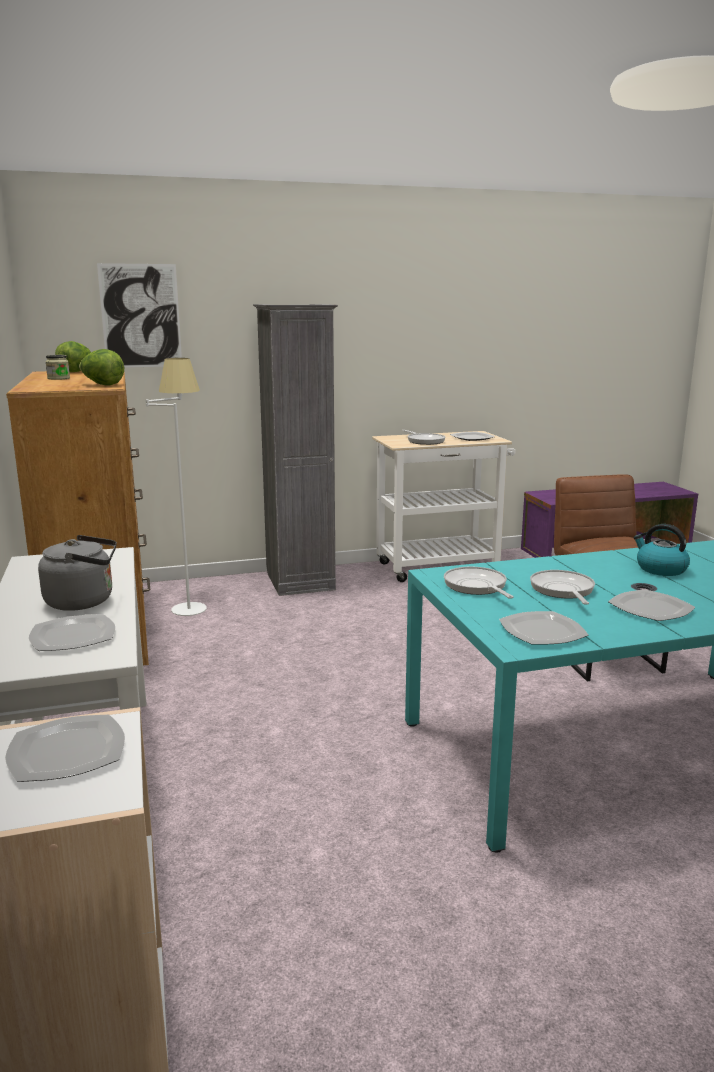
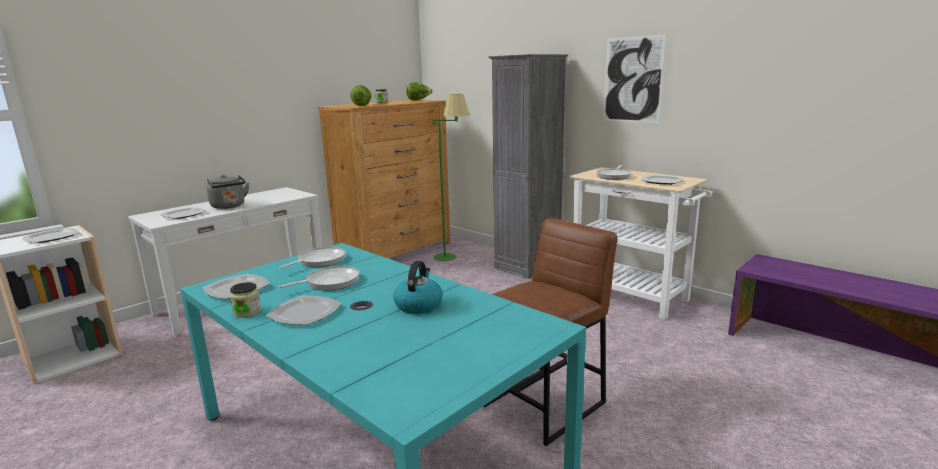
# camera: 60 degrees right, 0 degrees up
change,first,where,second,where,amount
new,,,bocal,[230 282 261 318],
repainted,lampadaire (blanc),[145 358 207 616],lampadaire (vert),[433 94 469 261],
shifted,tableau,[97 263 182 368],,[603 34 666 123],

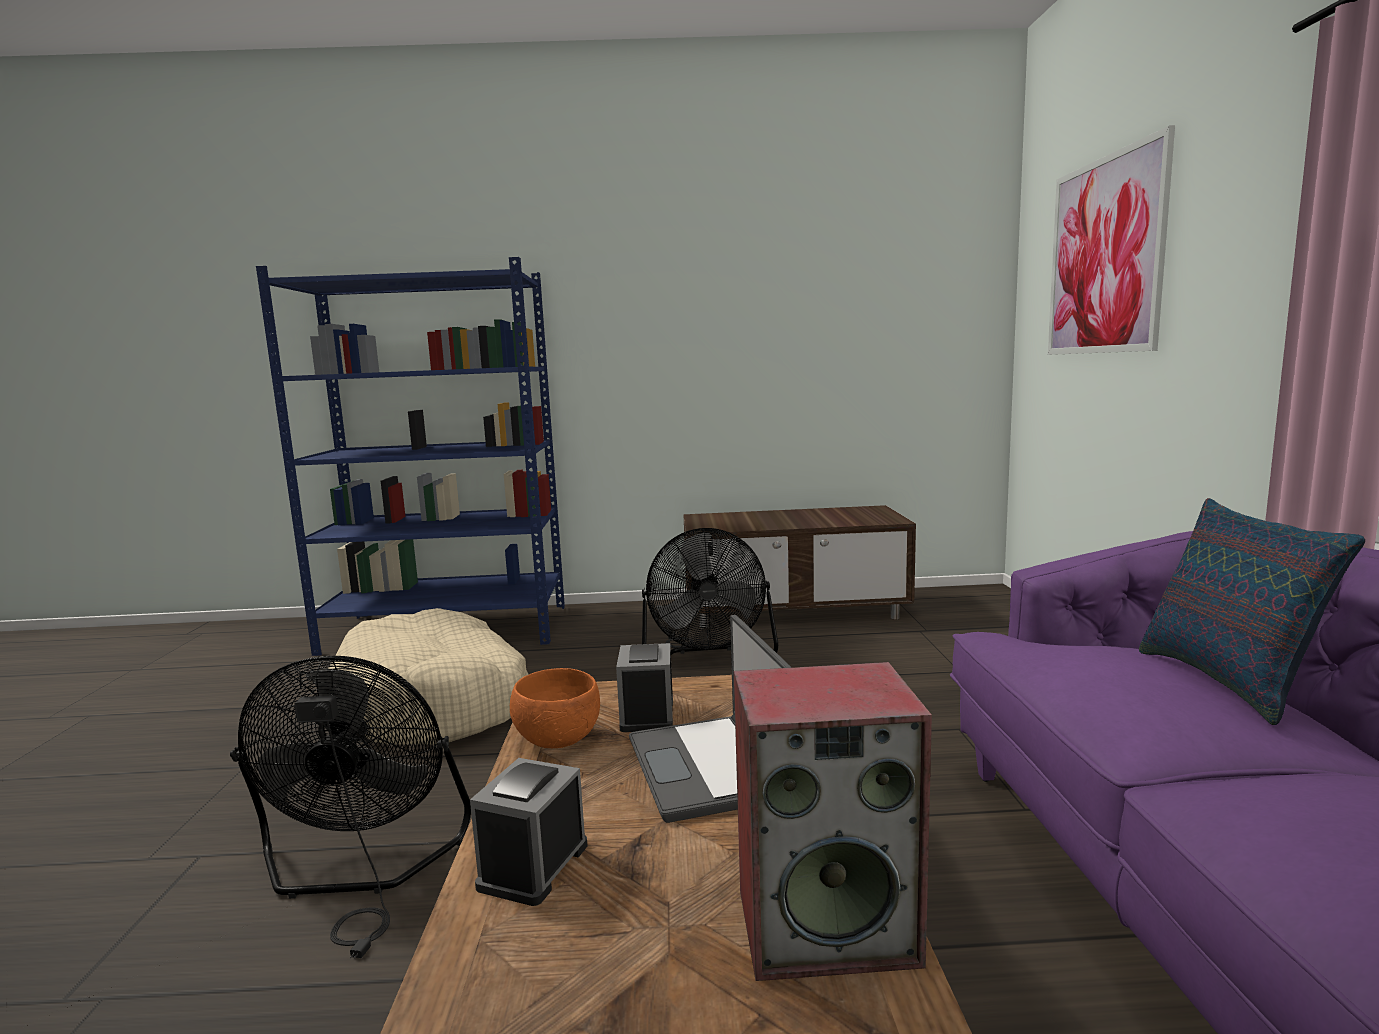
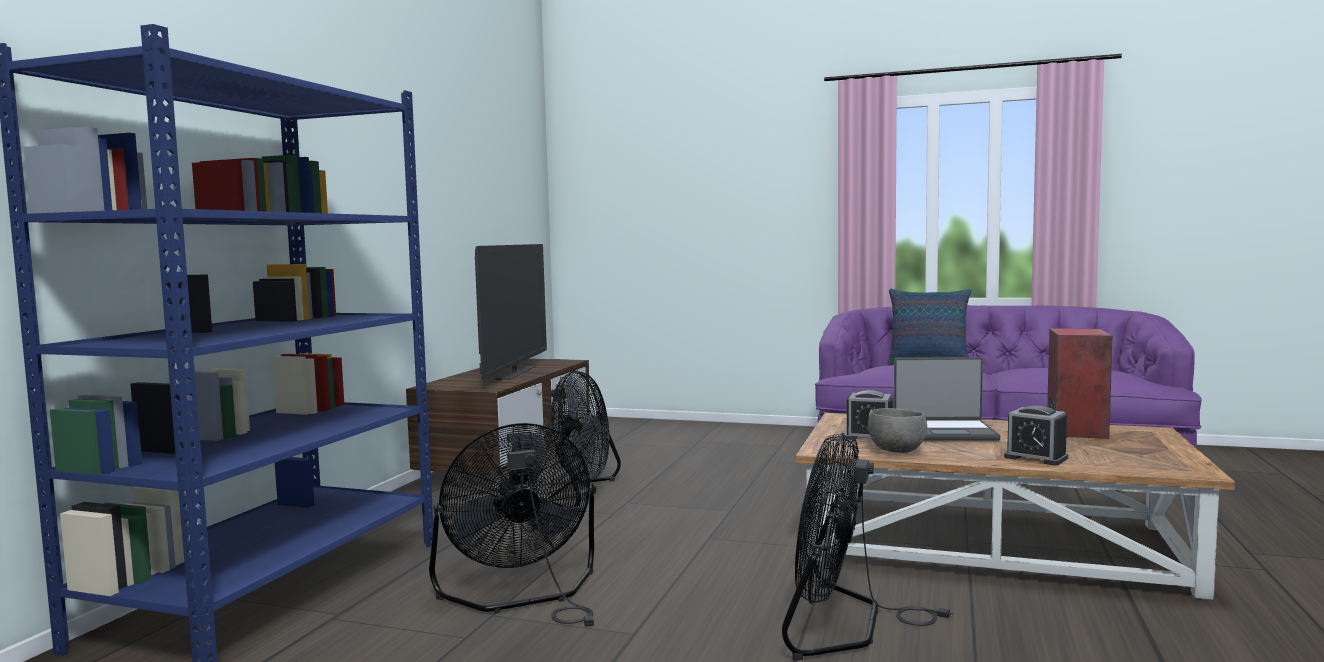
# camera: 70 degrees left, 5 degrees down
change,first,where,second,where,amount
swapped,panier pour chien (beige),[328 608 529 745],ventilateur (noir),[429 423 596 626],
new,,,téléviseur,[475 244 547 380],
repainted,bol (orange),[510 668 600 748],bol (gris),[868 408 927 453],
gone,tableau,[1048 125 1175 355],,,

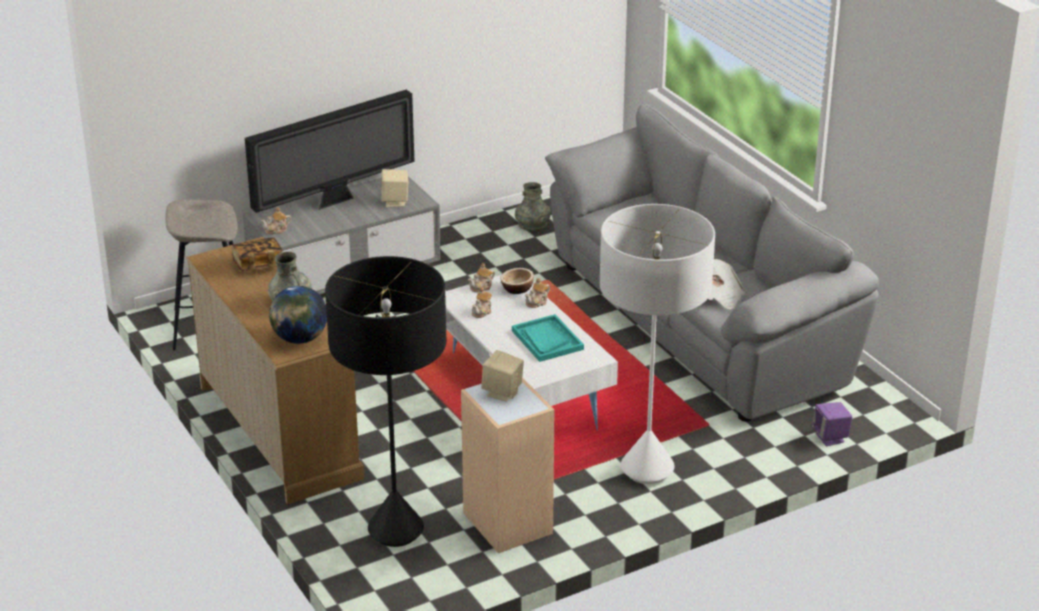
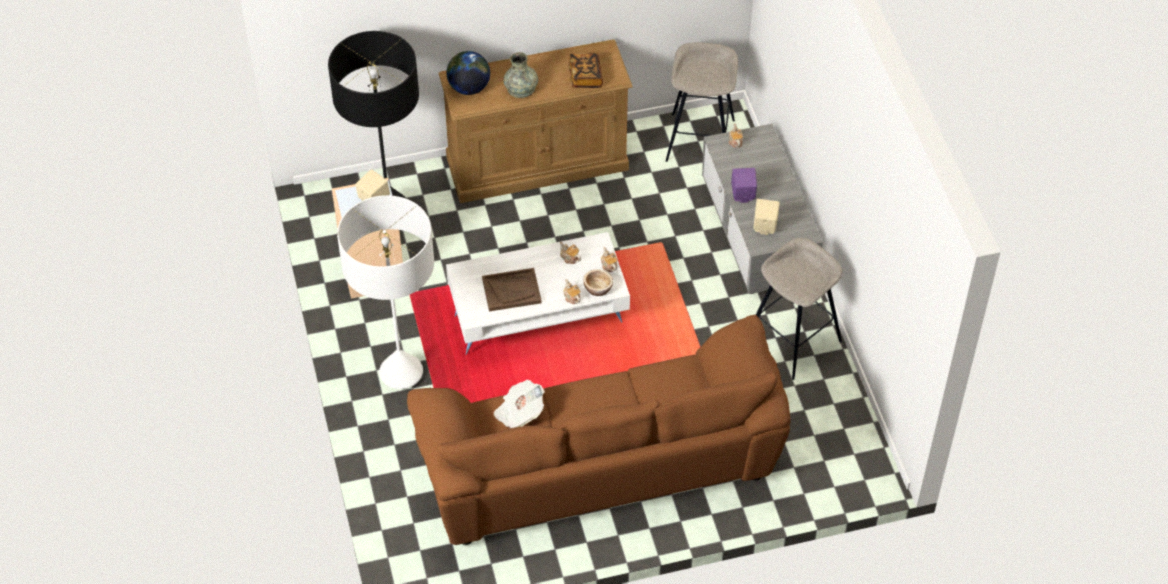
# camera: 105 degrees right, 20 degrees up
change,first,where,second,where,amount
repainted,canapé (gris),[545 104 879 422],canapé (marron),[407 315 791 545],
repainted,plateau (turquoise),[512 314 584 362],plateau (marron),[482 268 542 311],
shifted,enceinte (violet),[812 402 852 446],,[731 168 757 203],
new,,,tabouret (gris),[756 238 842 380],
gone,téléviseur,[245 90 415 213],,,
gone,vase (gris),[515 182 551 231],,,

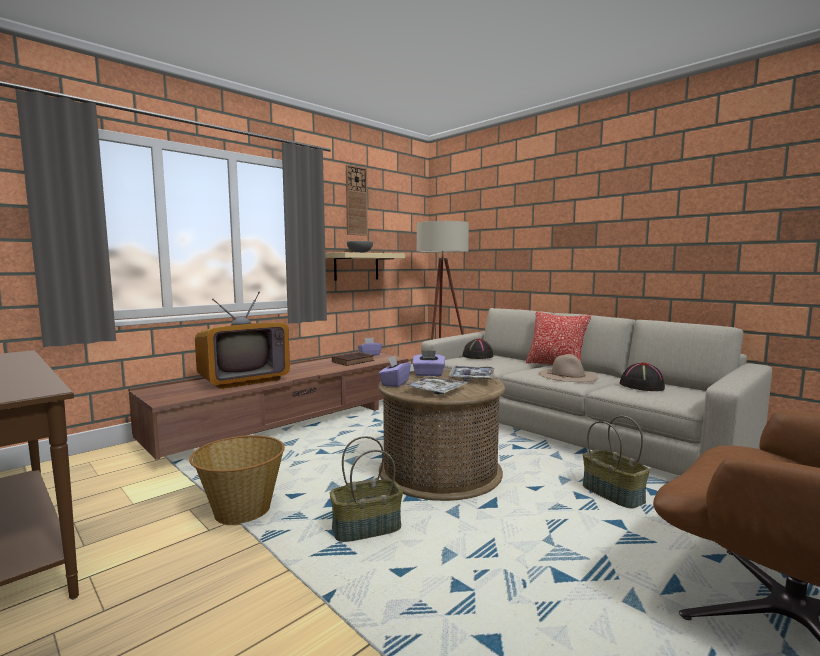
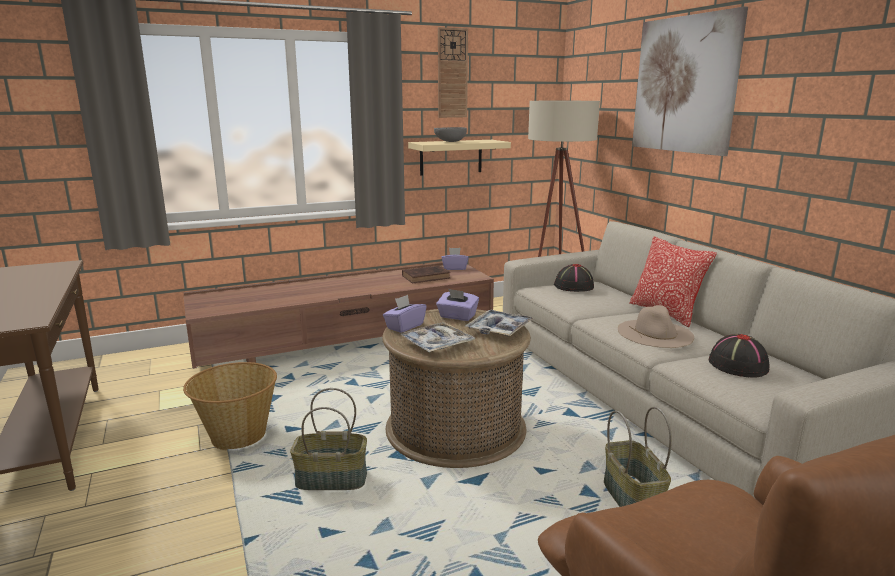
# camera: 20 degrees right, 10 degrees up
change,first,where,second,where,amount
new,,,tableau,[632 6 748 156],
gone,téléviseur,[195 292 290 389],,,

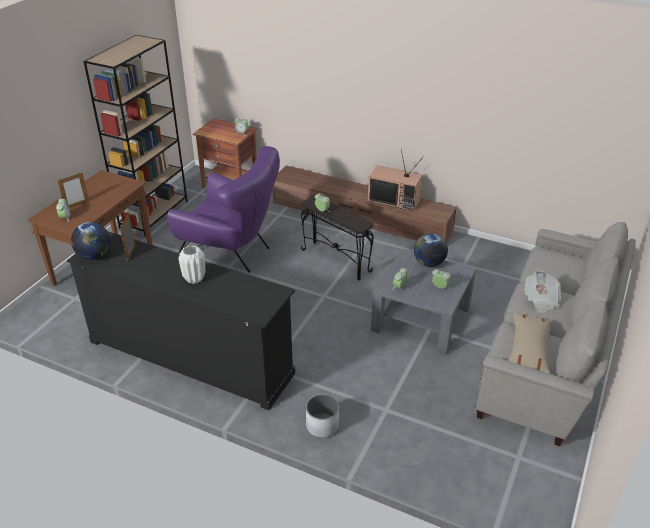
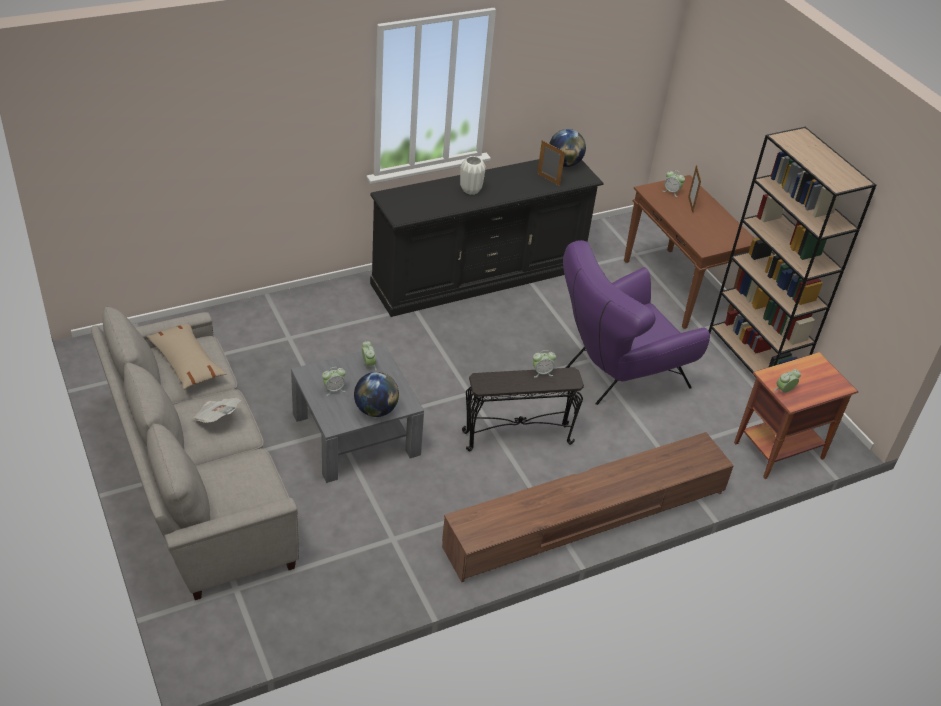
# camera: 125 degrees right, 5 degrees up
change,first,where,second,where,amount
gone,cache-pot (blanc),[306 394 339 438],,,
gone,téléviseur,[368 150 424 211],,,

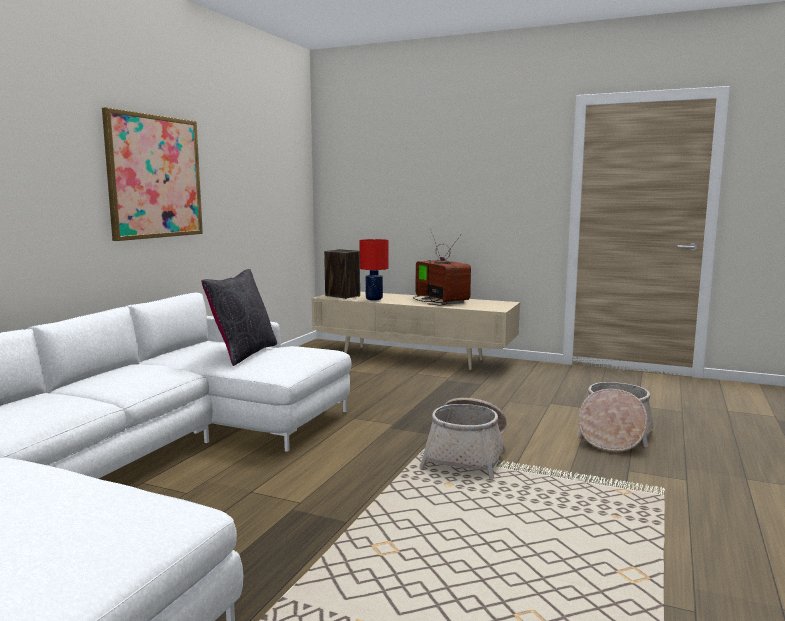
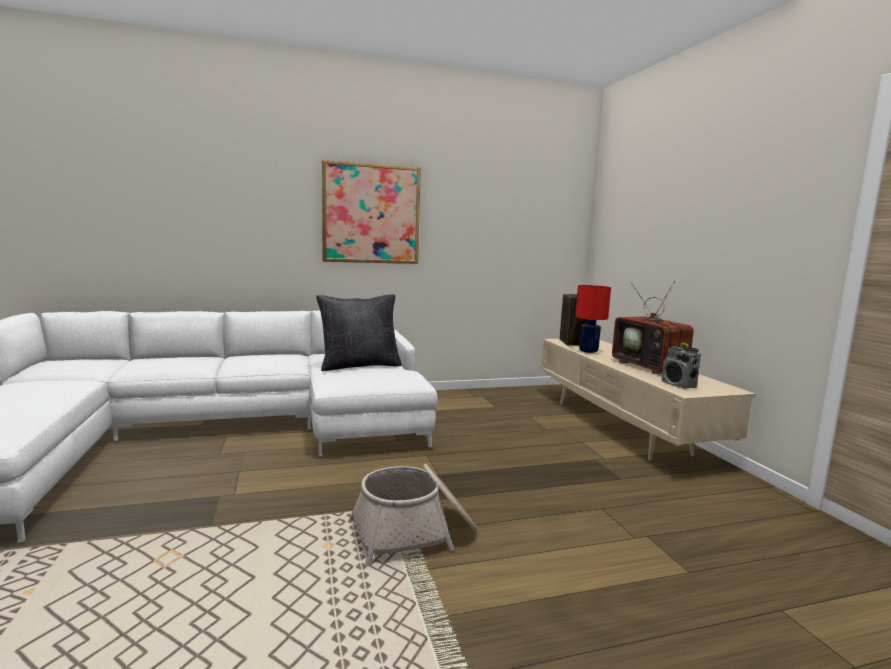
# camera: 50 degrees right, 0 degrees up
change,first,where,second,where,amount
rotated,téléviseur,[413 229 471 305],,[612 281 694 374],135 degrees clockwise
new,,,radio,[661 343 701 389],
gone,panier,[577 382 654 452],,,

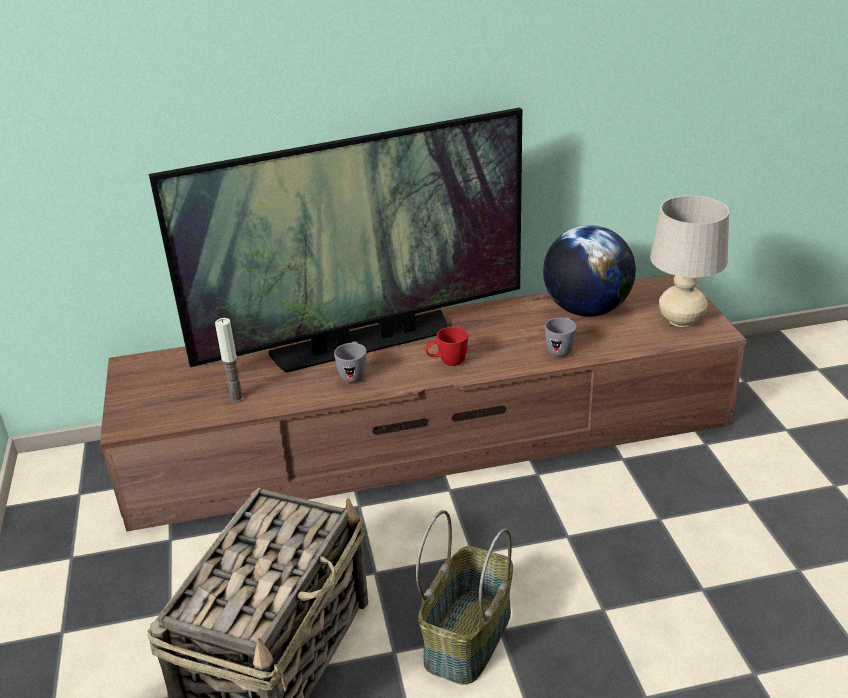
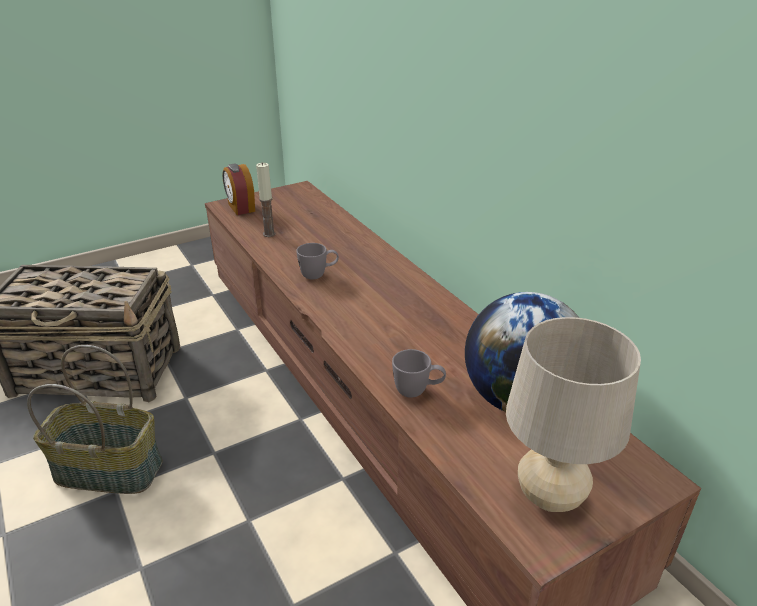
# camera: 70 degrees right, 0 degrees up
change,first,where,second,where,amount
new,,,réveil,[222 164 255 215],
gone,téléviseur,[149 108 522 373],,,
gone,mug (rouge),[425 327 468 366],,,

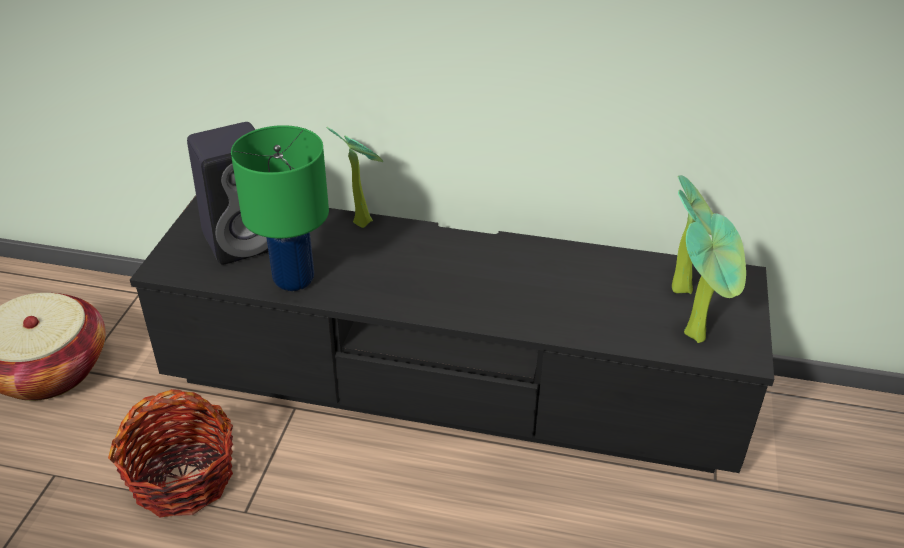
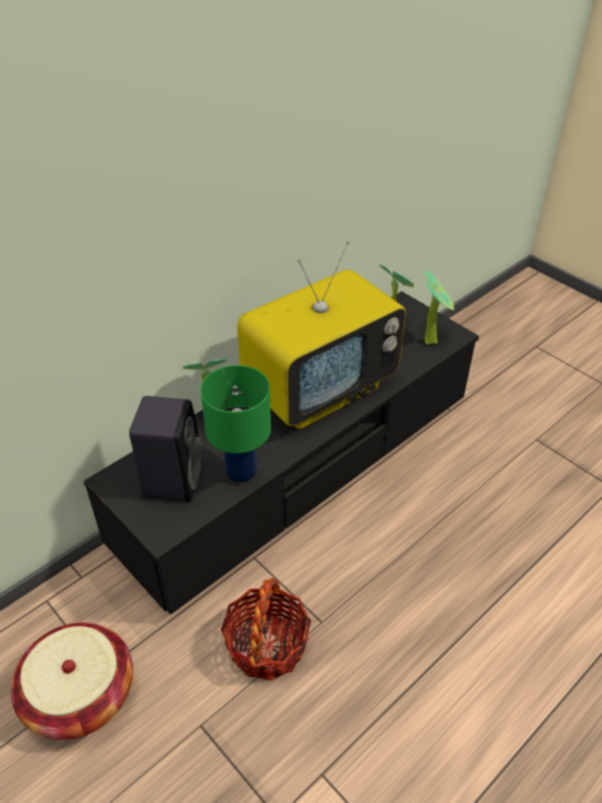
# camera: 55 degrees left, 5 degrees up
change,first,where,second,where,amount
new,,,téléviseur,[237 241 406 429],

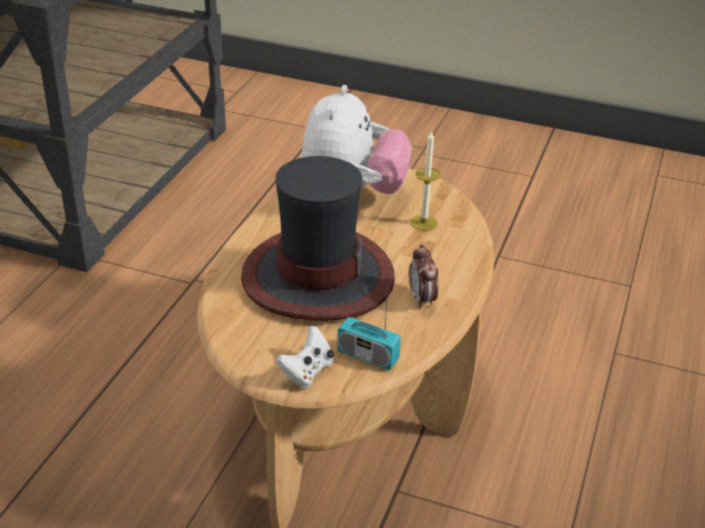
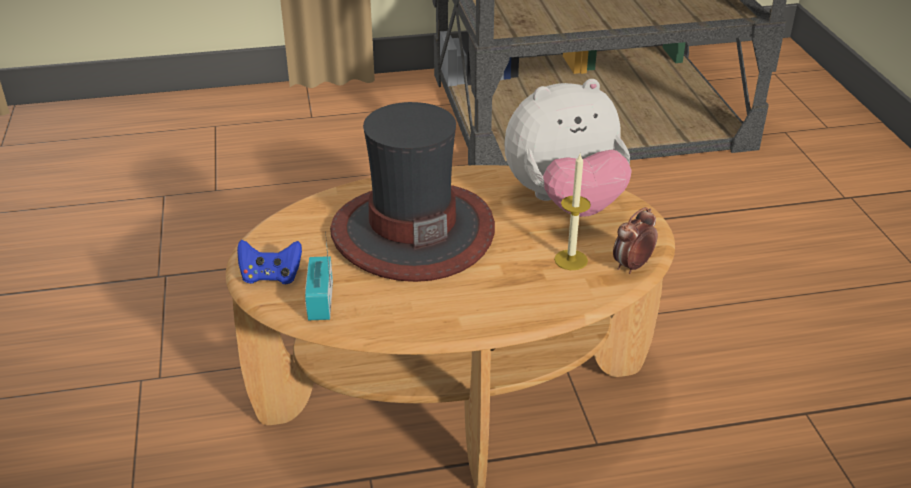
# camera: 60 degrees right, 0 degrees up
change,first,where,second,where,amount
repainted,manette (blanc),[275 325 334 388],manette (bleu),[237 240 302 284],
shifted,réveil,[409 244 438 309],,[613 207 658 274],

